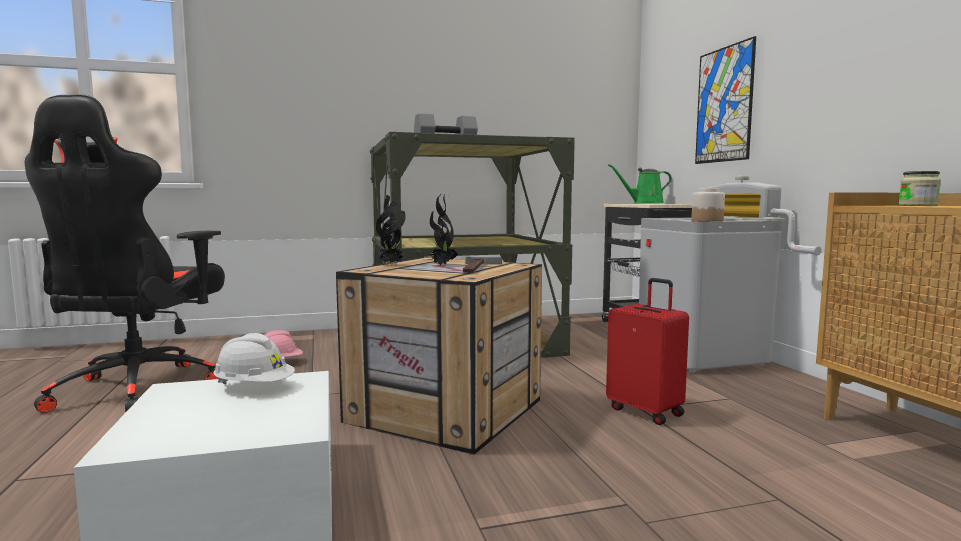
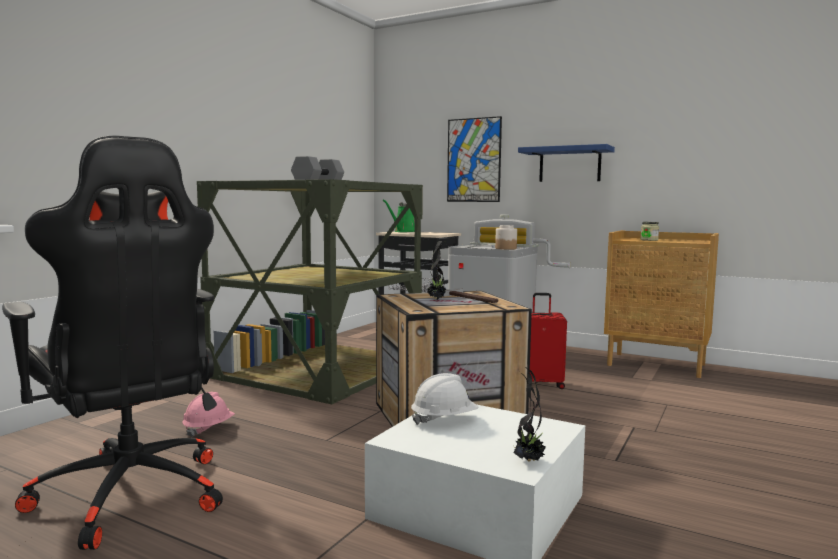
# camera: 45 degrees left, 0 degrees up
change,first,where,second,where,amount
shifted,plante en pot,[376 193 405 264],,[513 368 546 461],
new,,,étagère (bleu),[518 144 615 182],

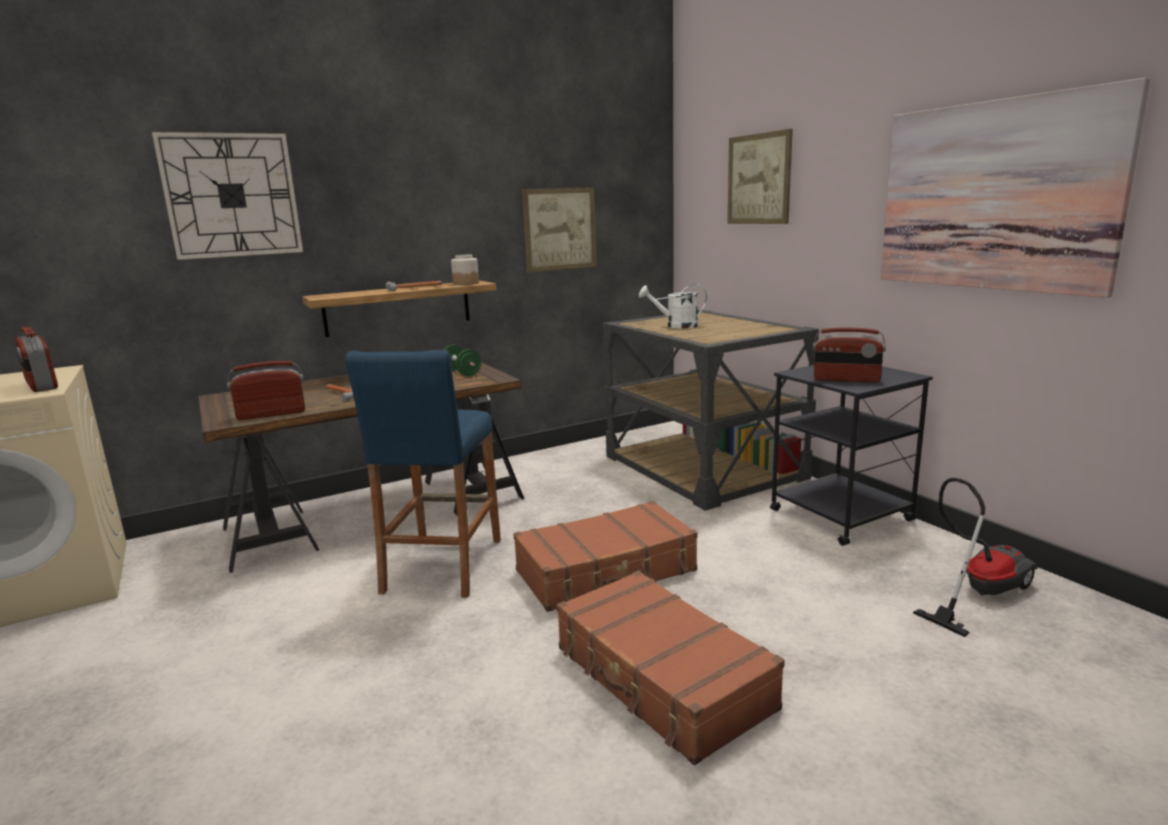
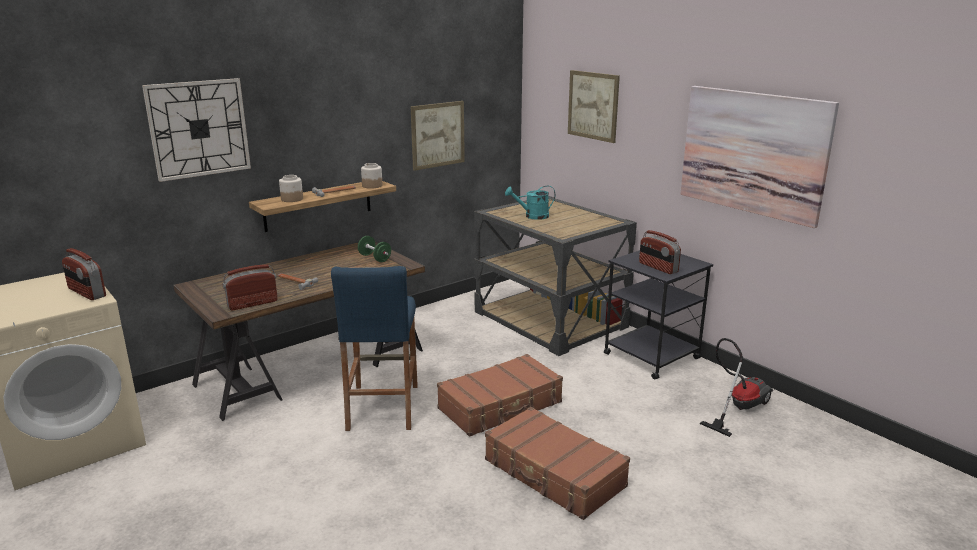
# camera: 10 degrees left, 5 degrees up
change,first,where,second,where,amount
new,,,bocal,[279 175 303 202],
repainted,arrosoir (blanc),[639 284 707 328],arrosoir (turquoise),[505 186 555 220],
rotated,radio,[813 328 886 382],,[639 230 681 274],45 degrees clockwise

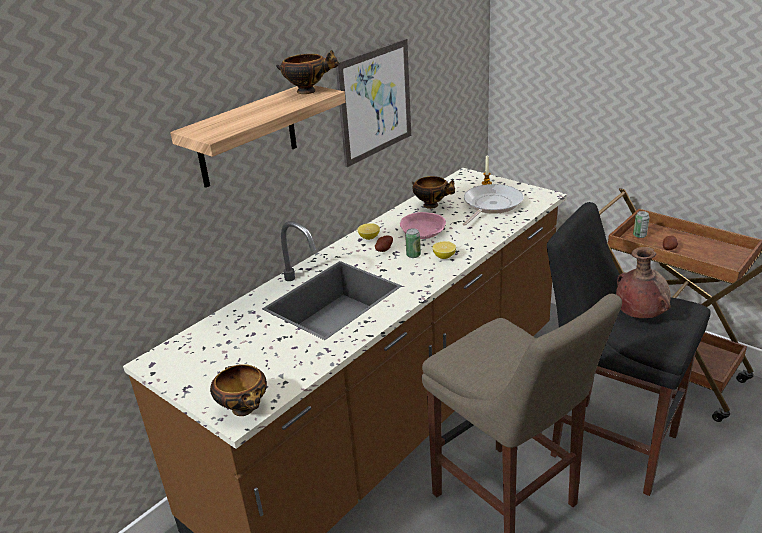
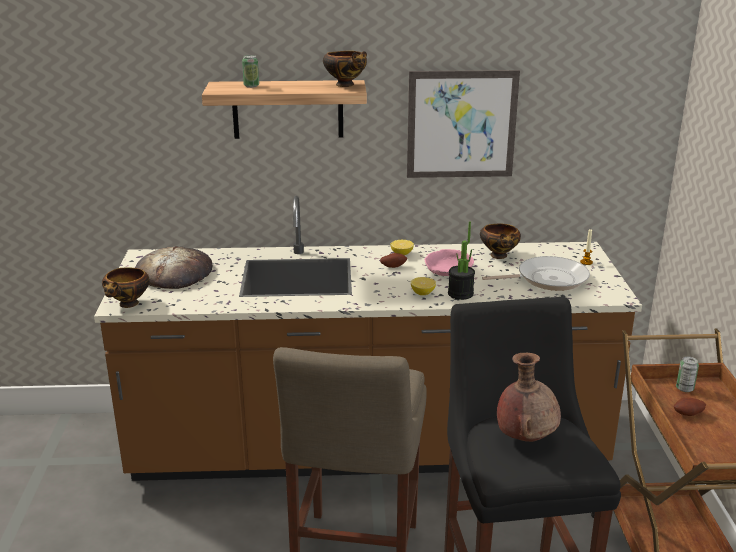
# camera: 45 degrees right, 5 degrees down
change,first,where,second,where,amount
new,,,pain,[135 246 212 289],
shifted,boîte métallique,[405 228 421 258],,[242 55 259 88],
new,,,plante en pot,[448 222 475 300],

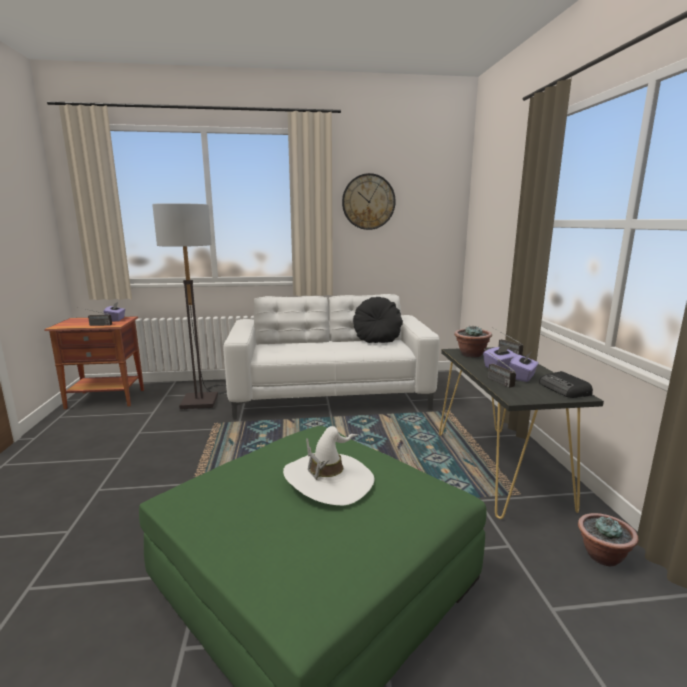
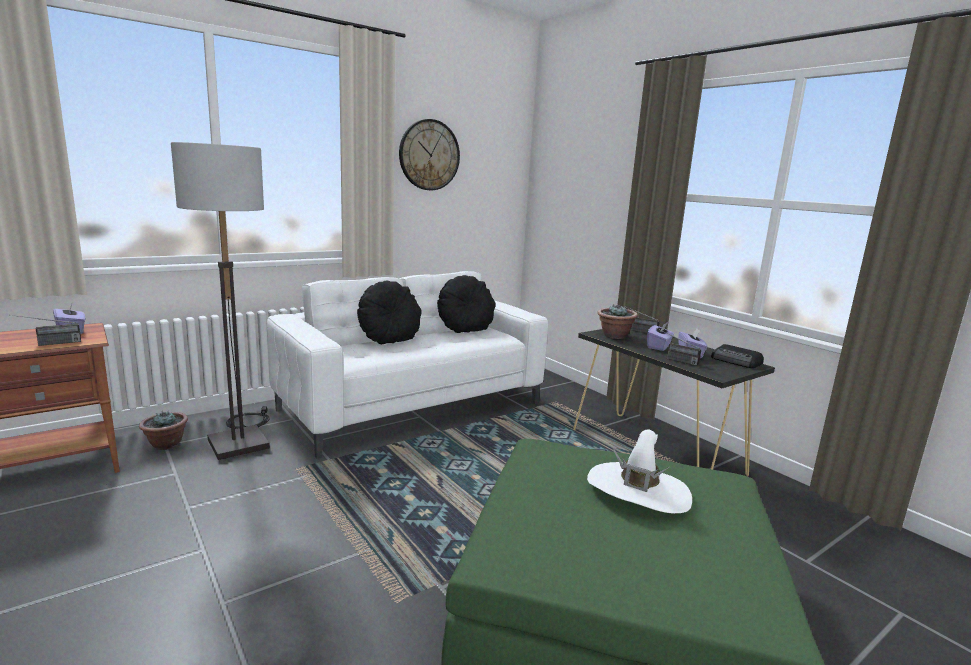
# camera: 30 degrees left, 0 degrees up
change,first,where,second,where,amount
shifted,plante en pot,[578 513 639 566],,[139 410 188 450],
new,,,coussin (noir),[357 281 422 344],

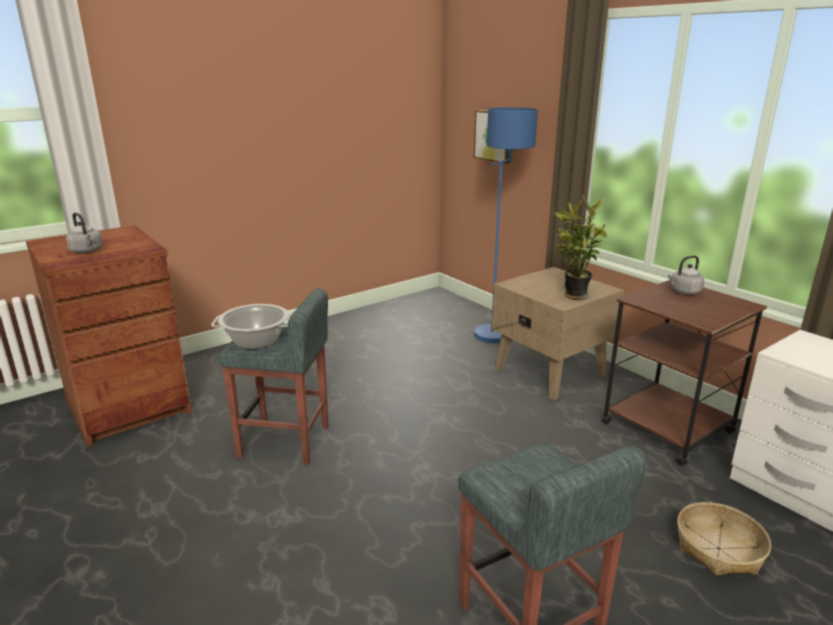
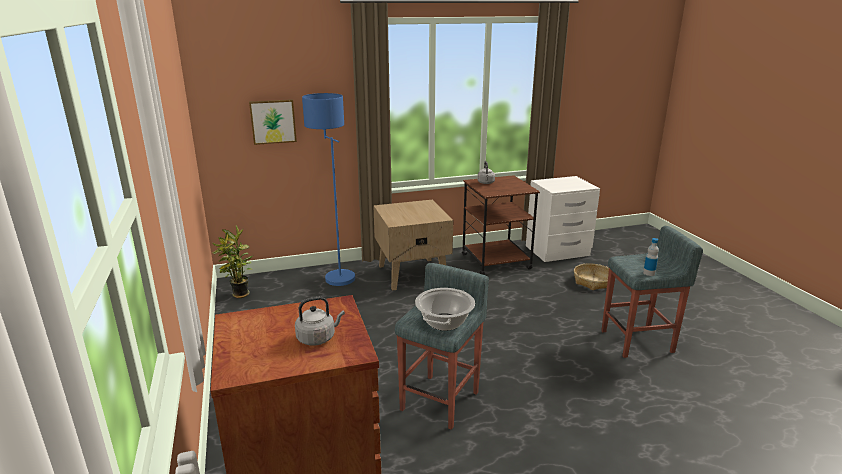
# camera: 70 degrees left, 0 degrees up
change,first,where,second,where,amount
shifted,plante en pot,[554 194 607 299],,[212 226 253 298],
new,,,bouteille,[643 238 659 276],

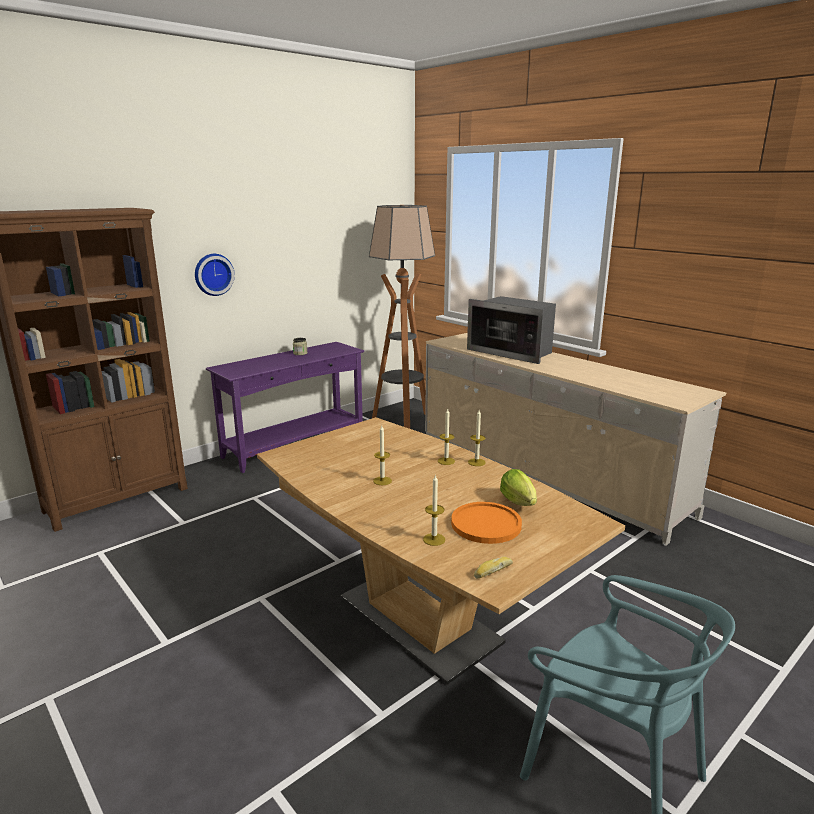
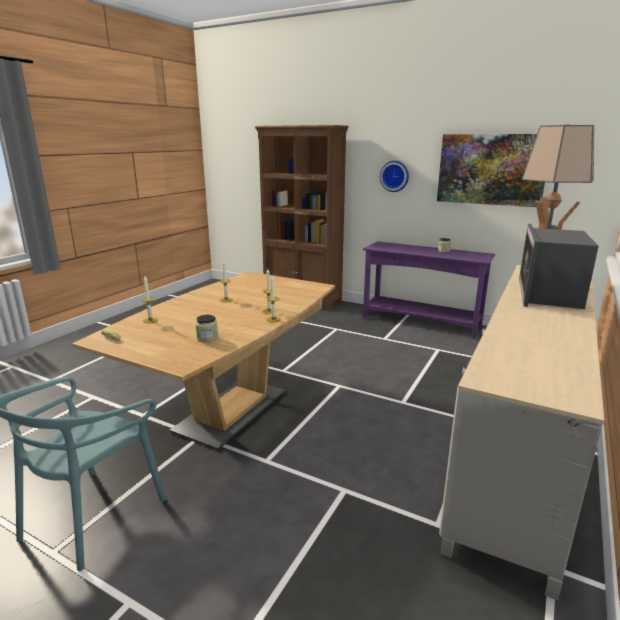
# camera: 70 degrees right, 0 degrees up
change,first,where,second,where,amount
swapped,laitue,[500 469 537 506],bocal,[196 315 218 342],
new,,,tableau,[437 134 545 207],
gone,assiette (orange),[451 502 522 544],,,

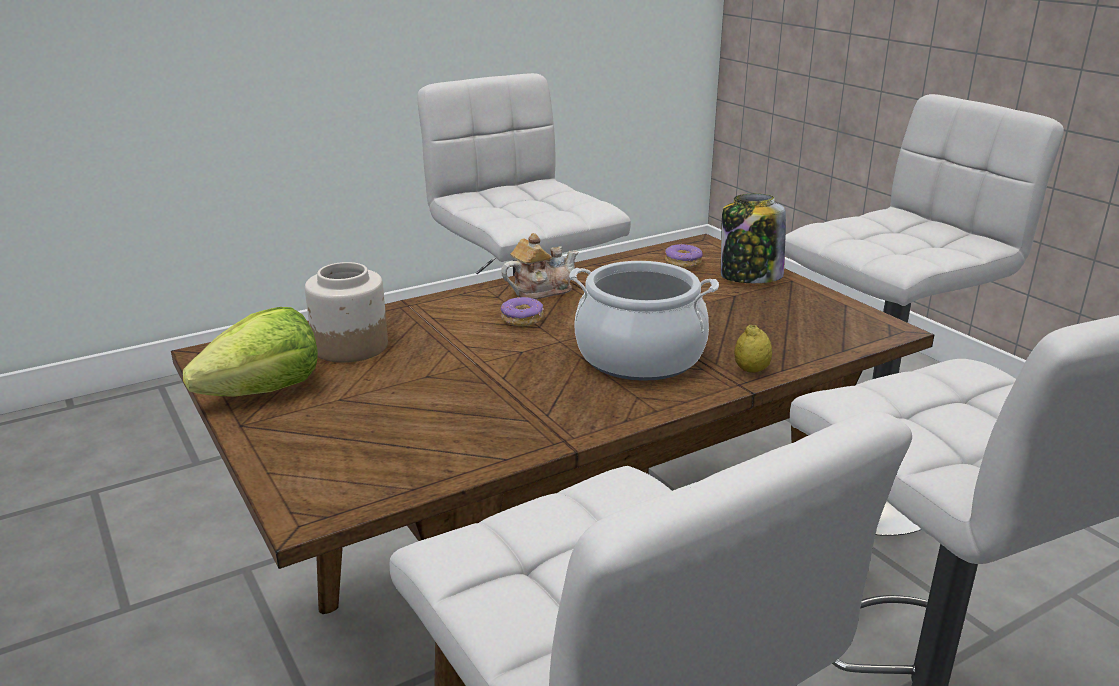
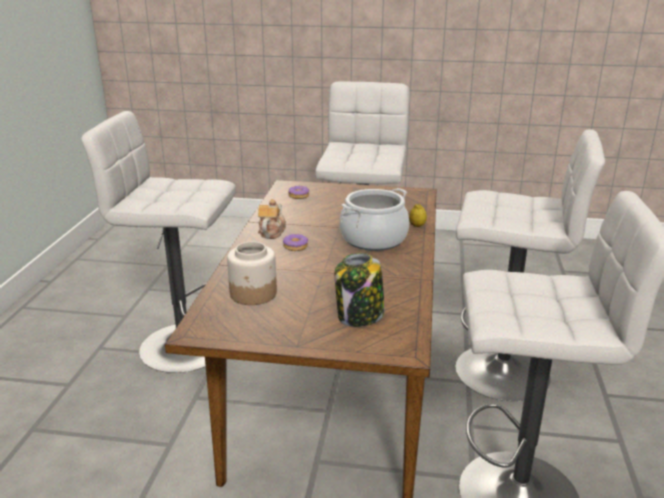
# camera: 50 degrees left, 0 degrees up
change,first,where,second,where,amount
shifted,bocal,[721 194 786 283],,[335 253 385 327],
gone,laitue,[183 307 318 397],,,

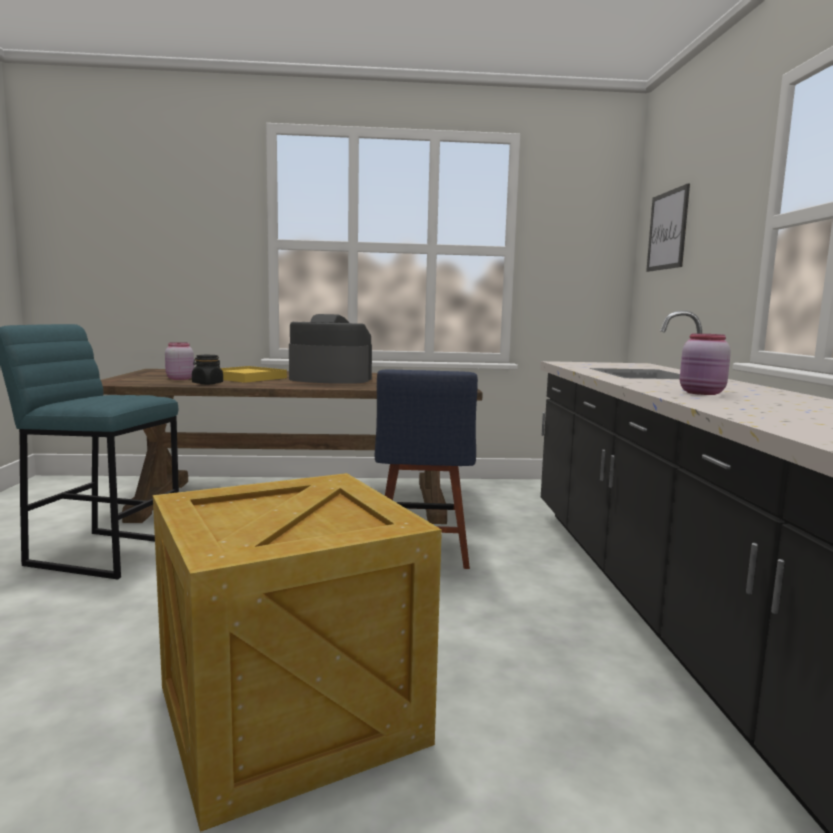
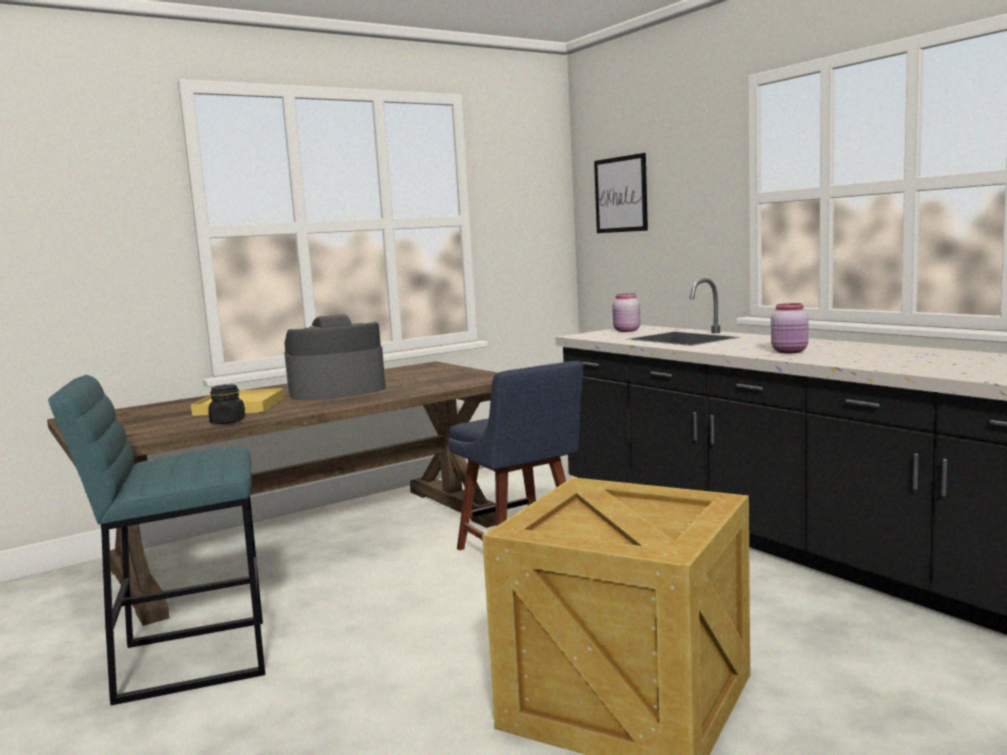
# camera: 30 degrees left, 0 degrees up
change,first,where,second,where,amount
shifted,bocal (rose),[165 342 194 380],,[612 293 640 332],

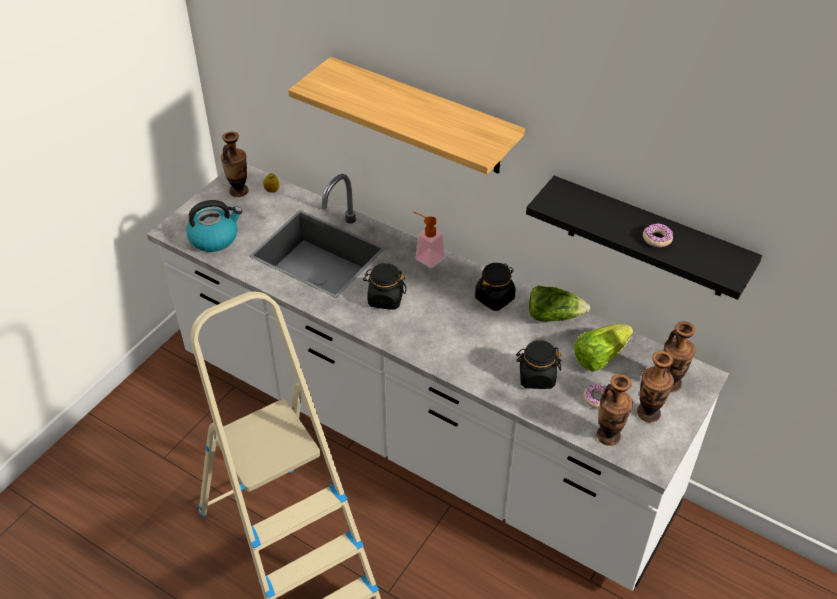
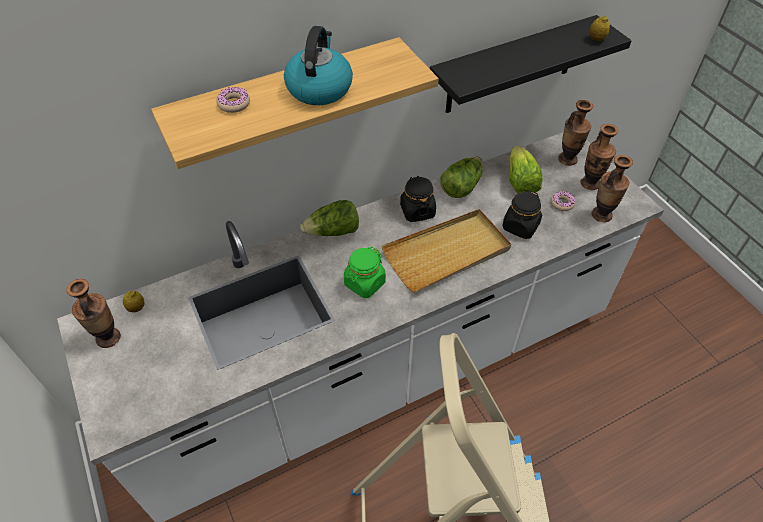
# camera: 60 degrees left, 5 degrees up
change,first,where,second,where,amount
shifted,beignet,[643 223 673 247],,[217 87 250 113],
shifted,bouilloire,[186 200 242 252],,[284 26 353 105],
swapped,distributeur de savon,[413 212 445 268],laitue,[300 200 359 236],
repainted,bocal (noir),[363 263 407 310],bocal (vert),[344 247 386 298],
new,,,plateau (beige),[382 209 511 293],
new,,,citron,[589 16 610 41],

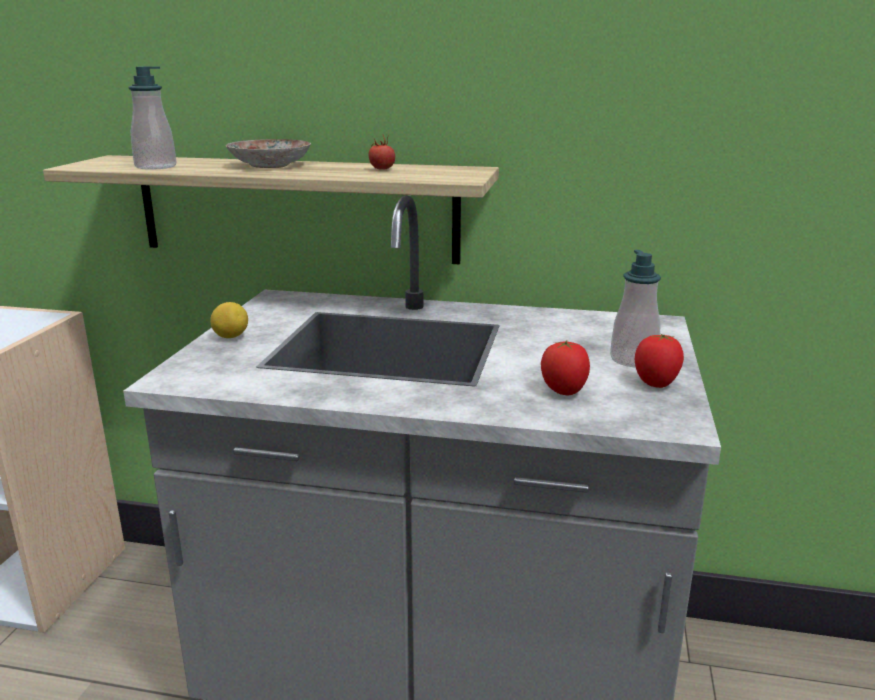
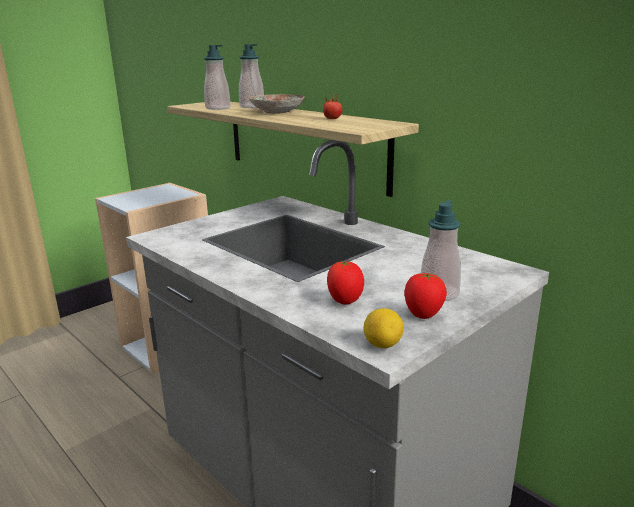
# camera: 35 degrees right, 0 degrees up
change,first,where,second,where,amount
new,,,distributeur de savon,[239 44 264 108],
shifted,citron,[210 302 248 338],,[364 308 404 348],

